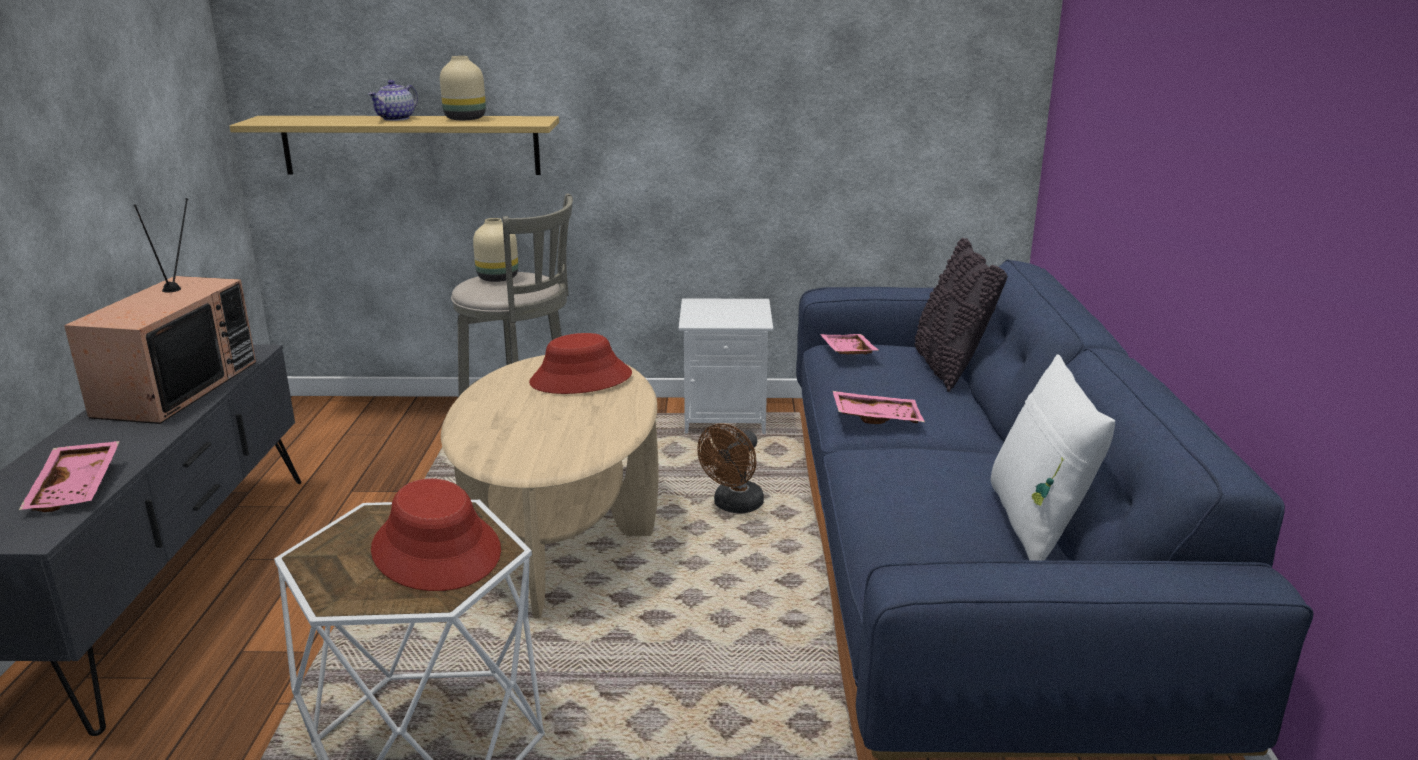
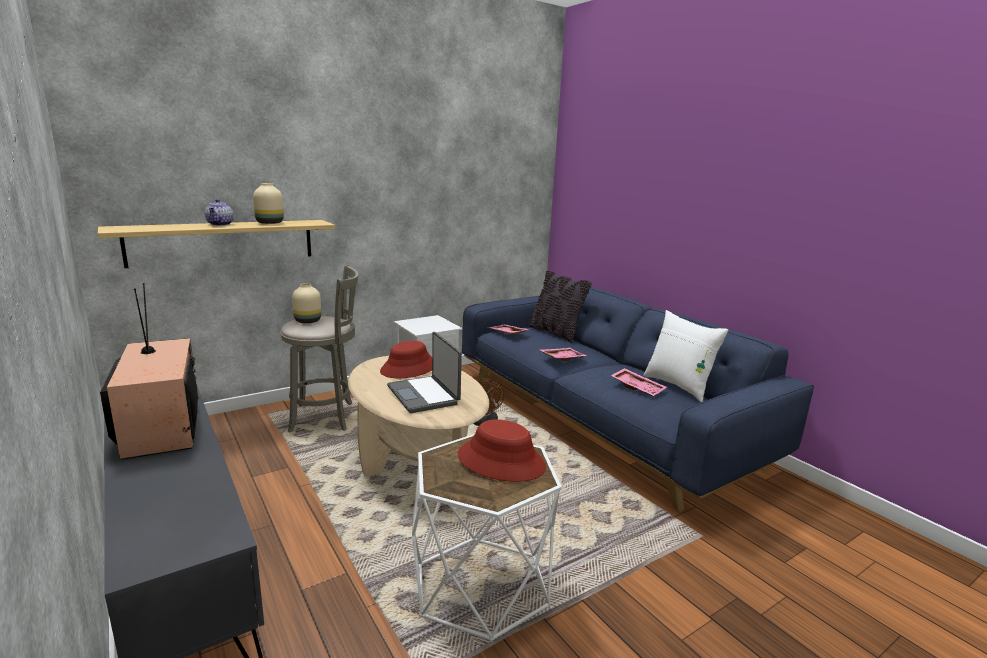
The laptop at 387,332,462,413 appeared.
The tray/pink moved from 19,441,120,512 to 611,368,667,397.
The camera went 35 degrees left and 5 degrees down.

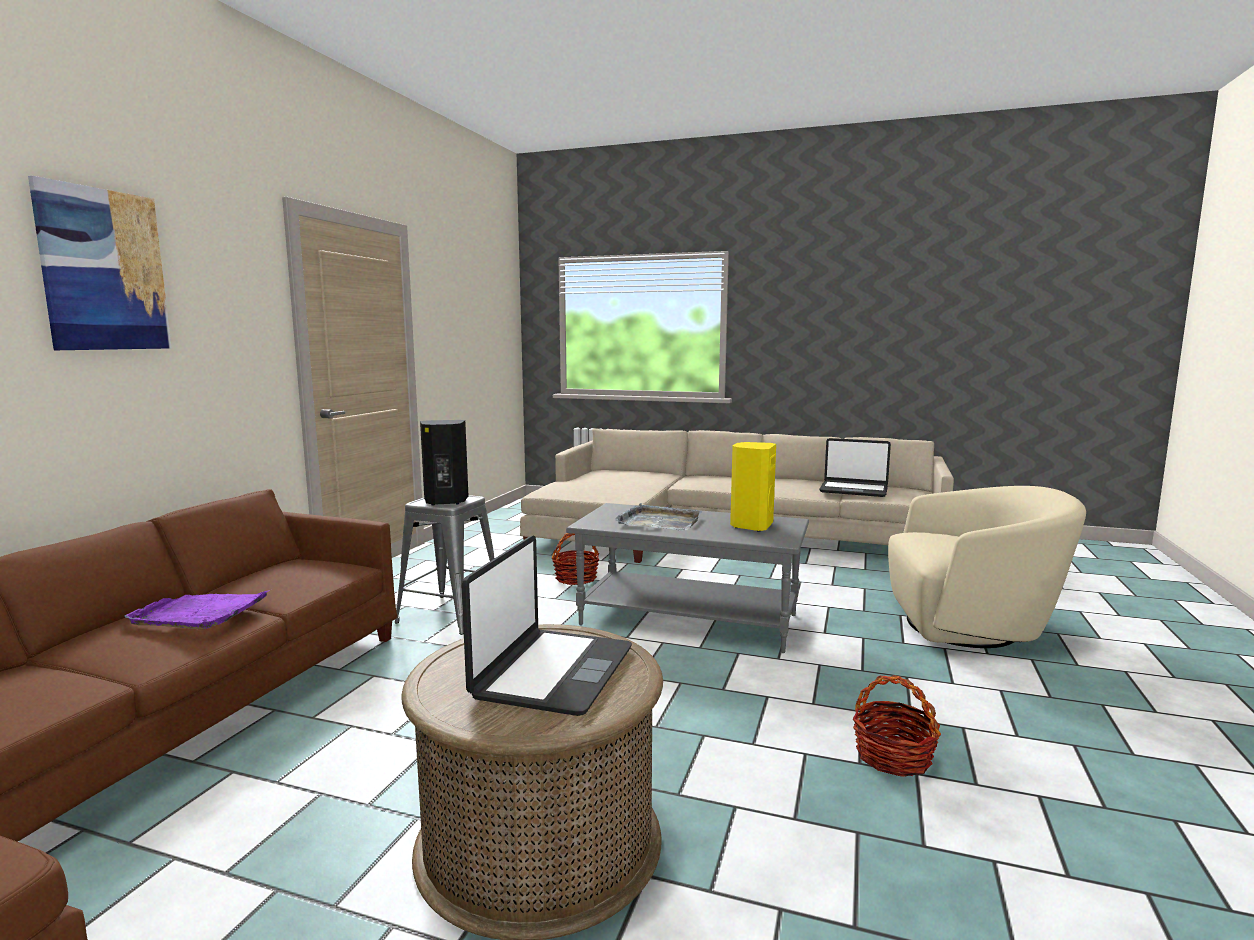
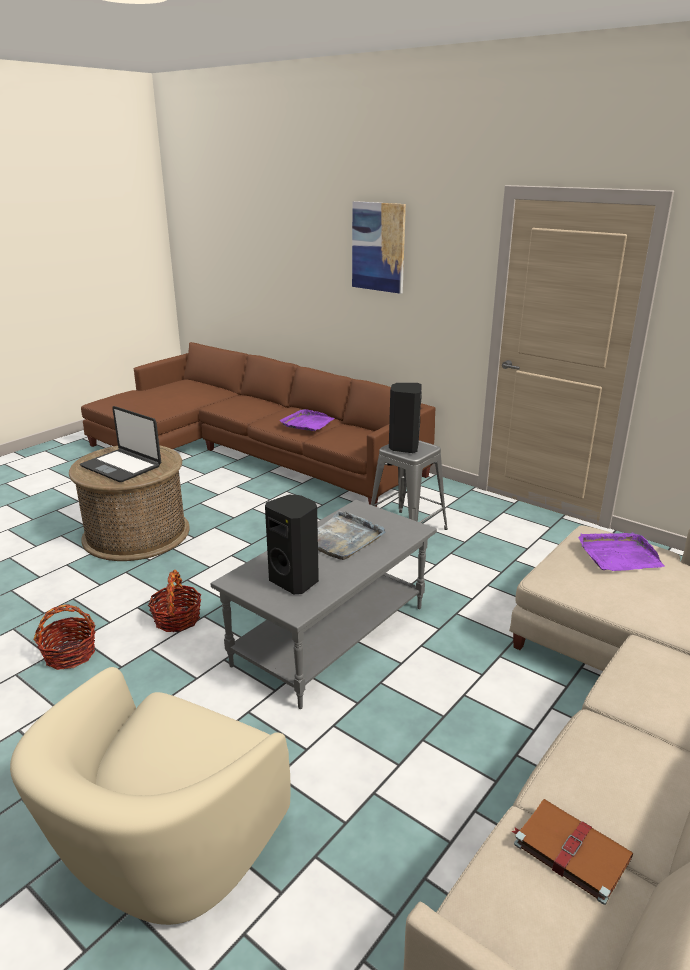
The basket moved from 552,533,600,585 to 148,570,201,632.
The speaker/yellow at 730,442,776,532 became the speaker/black at 265,495,319,594.
The laptop at 819,438,891,497 was replaced by the book/brown at 511,799,633,905.
The tray/purple at 578,533,665,571 appeared.
The camera went 110 degrees right and 15 degrees up.

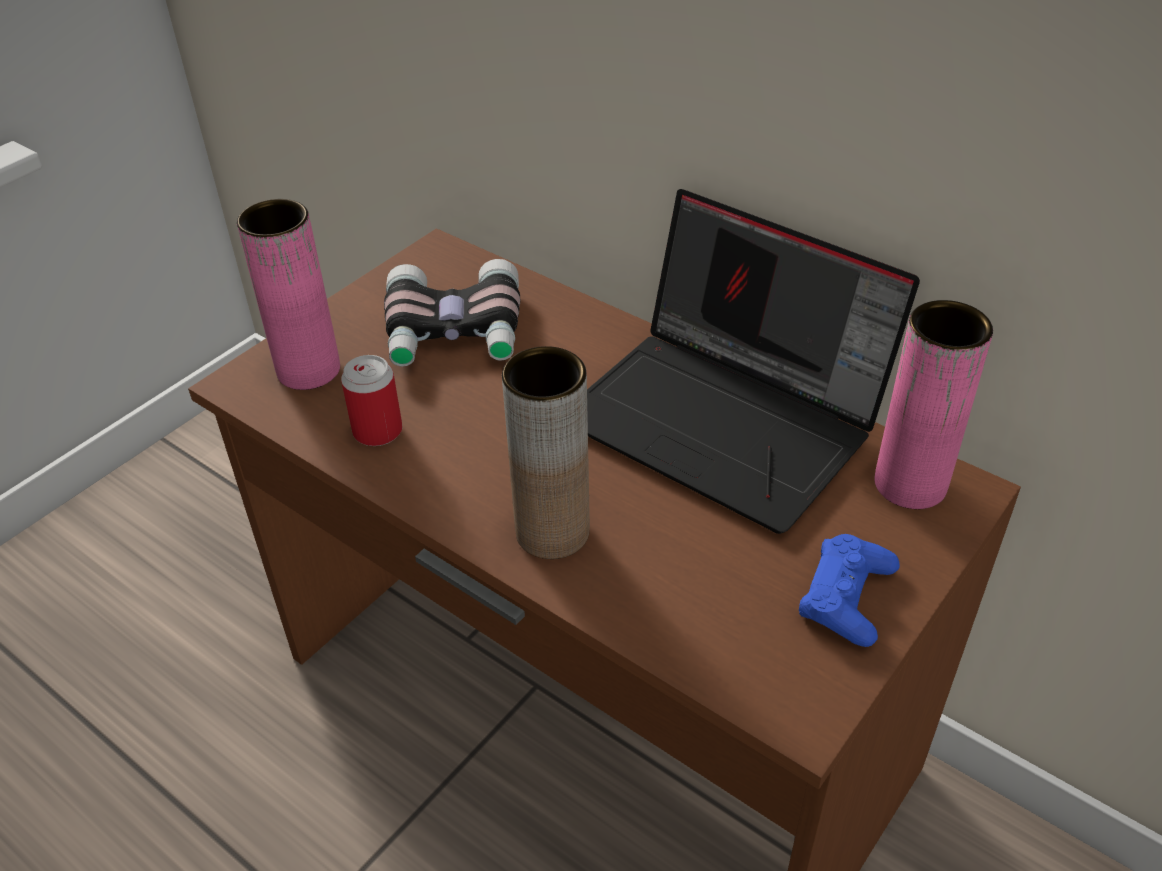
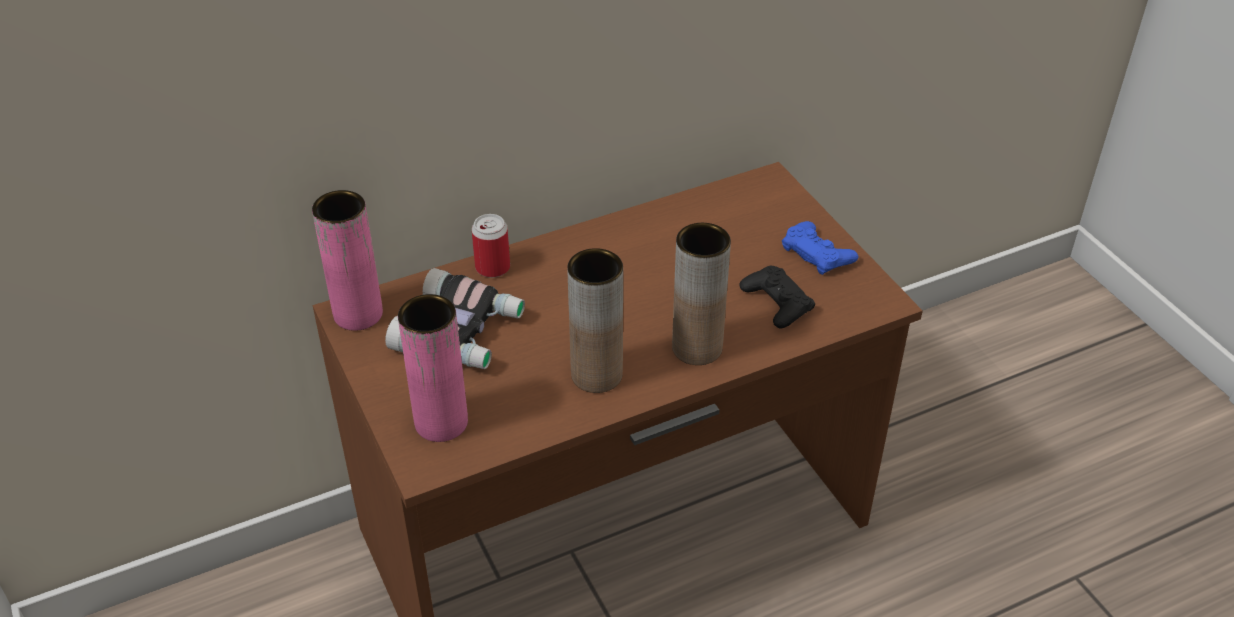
The vase/pink moved from 874,300,993,509 to 312,190,383,331.
The can moved from 341,355,402,446 to 472,214,510,278.
The vase/brown at 567,248,623,393 appeared.
The game controller/black at 740,266,815,329 appeared.
The laptop at 587,189,920,534 disappeared.
The camera went 65 degrees left and 0 degrees up.

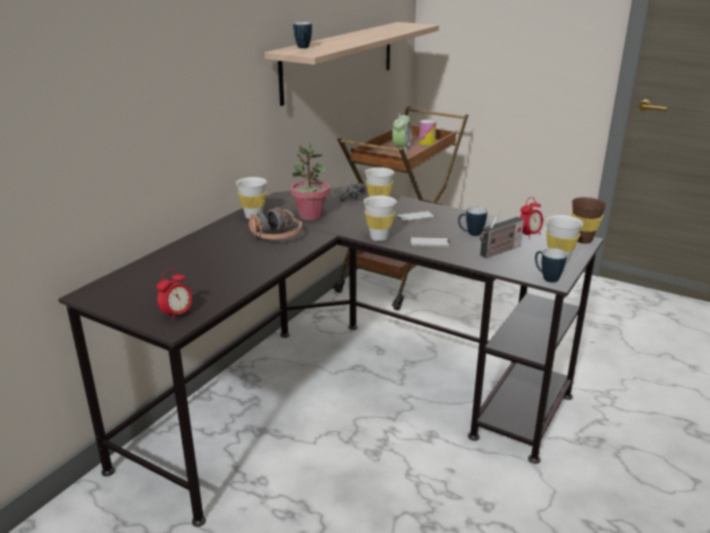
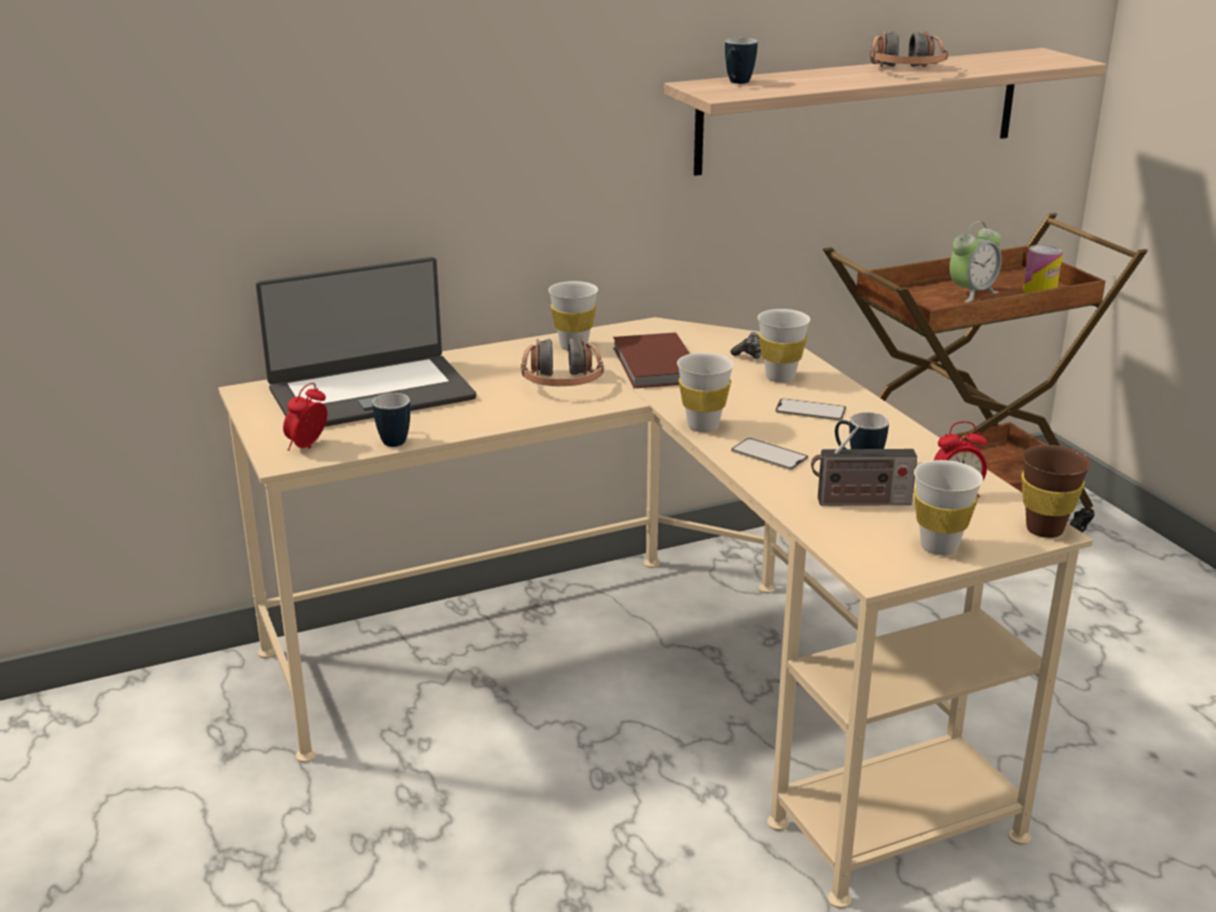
The desk/black at 58,186,604,527 became the desk/beige at 218,317,1093,908.
The laptop at 256,257,476,427 appeared.
The alarm clock at 156,268,192,322 turned 135 degrees clockwise.
The mug moved from 535,248,567,283 to 372,393,410,447.
The potted plant at 290,142,329,220 was replaced by the book/brown at 613,333,690,388.
The headphones at 870,31,948,67 appeared.
The camera went 35 degrees right and 0 degrees up.

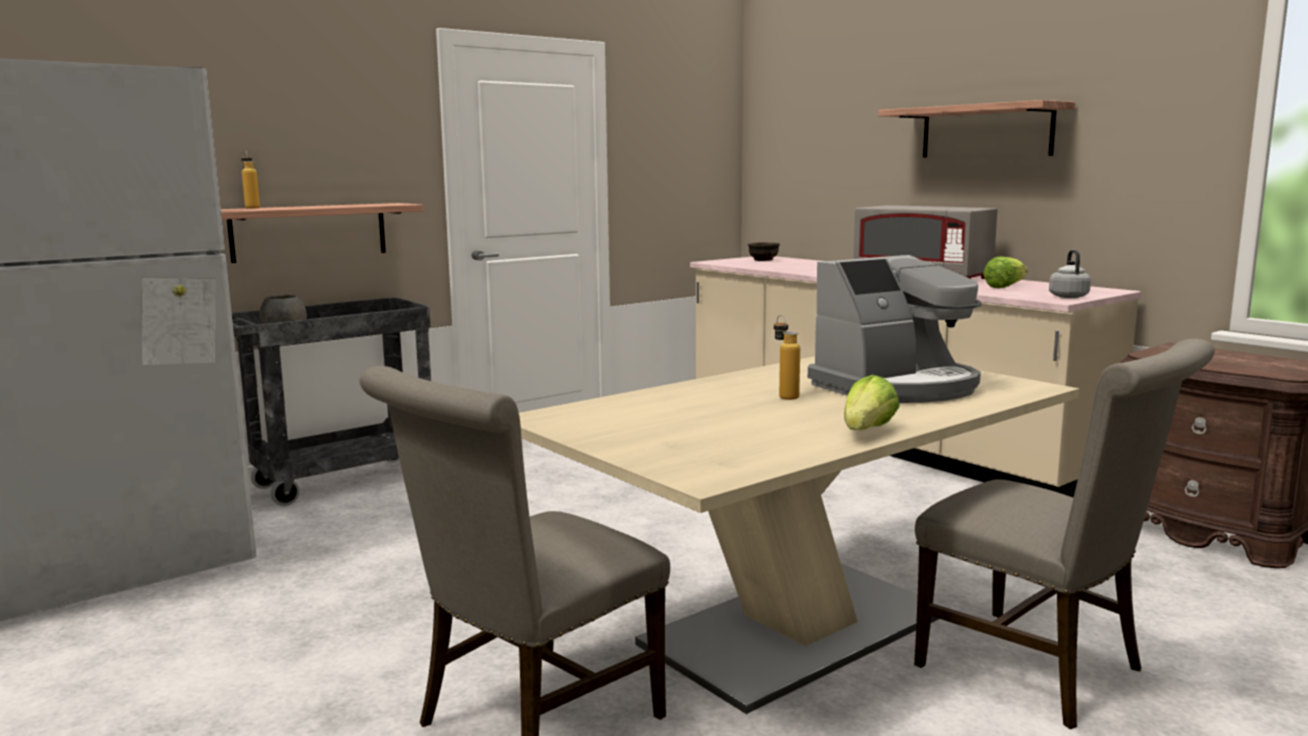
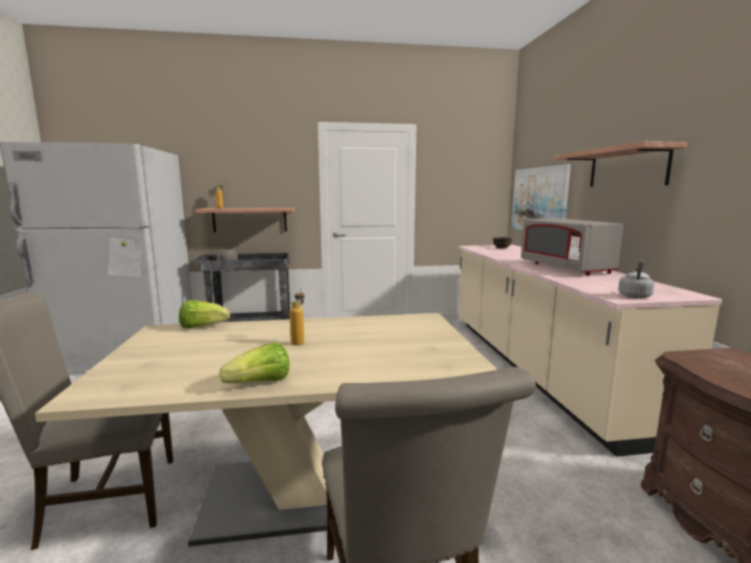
The lettuce moved from 983,257,1028,288 to 179,300,230,328.
The picture at 512,164,571,230 appeared.
The coffee machine at 808,255,982,403 disappeared.
The camera went 30 degrees right and 0 degrees up.

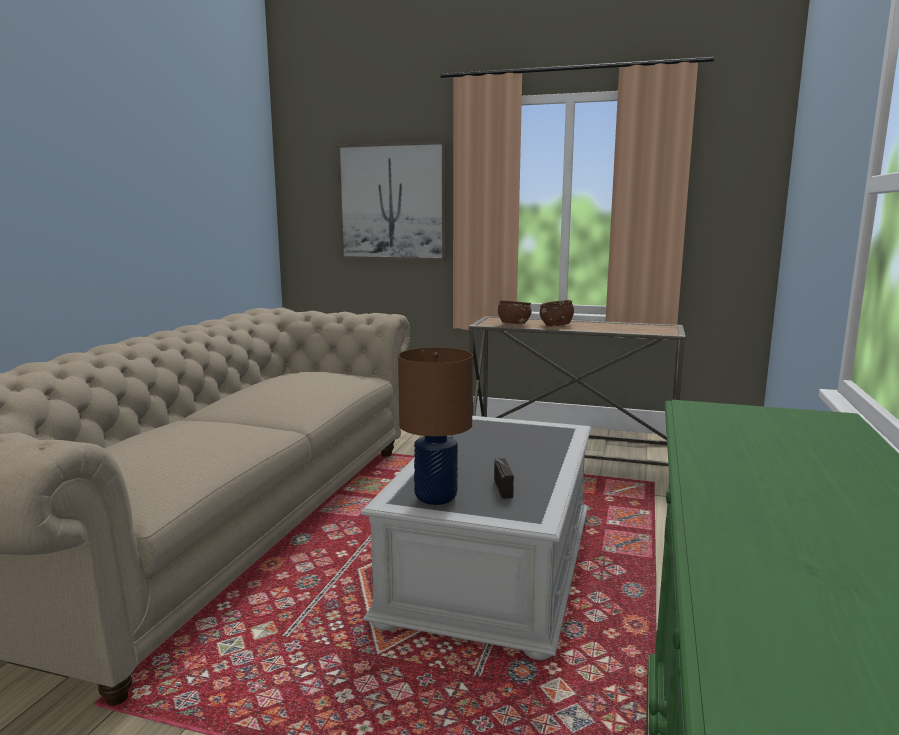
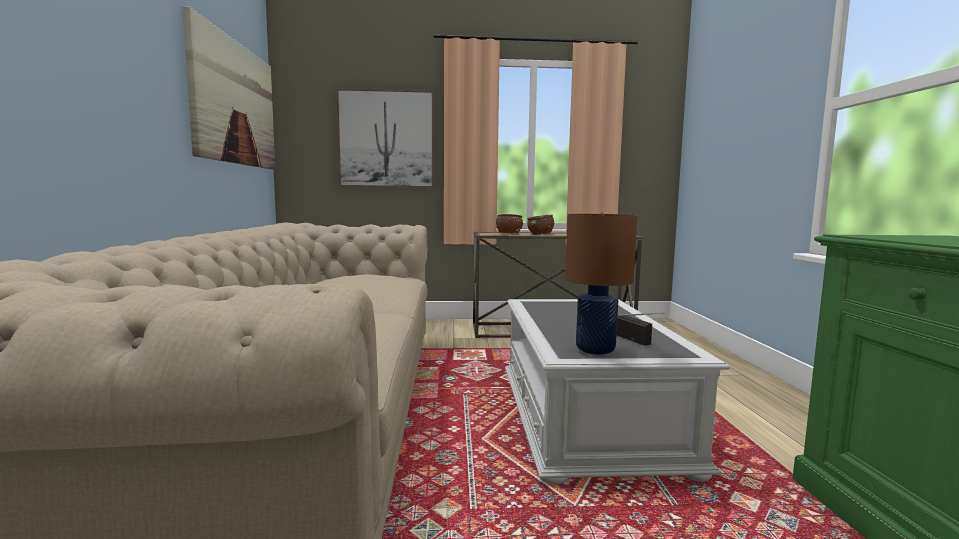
The picture at 182,6,275,169 appeared.
The camera went 20 degrees left and 5 degrees down.

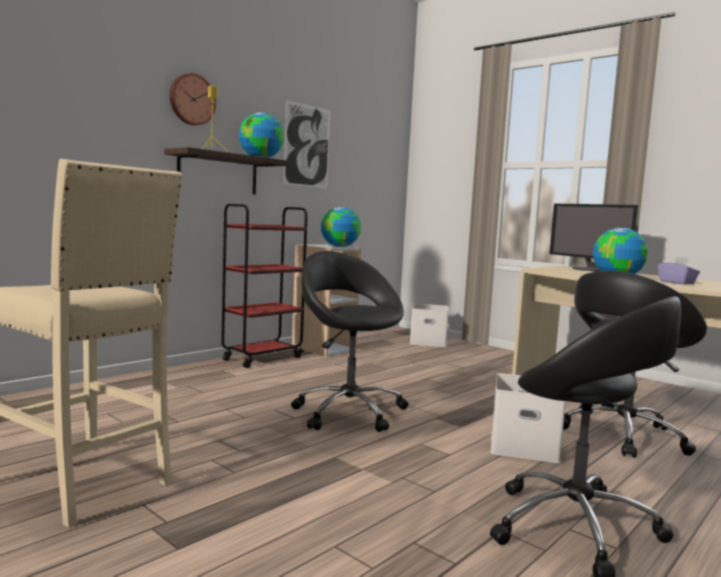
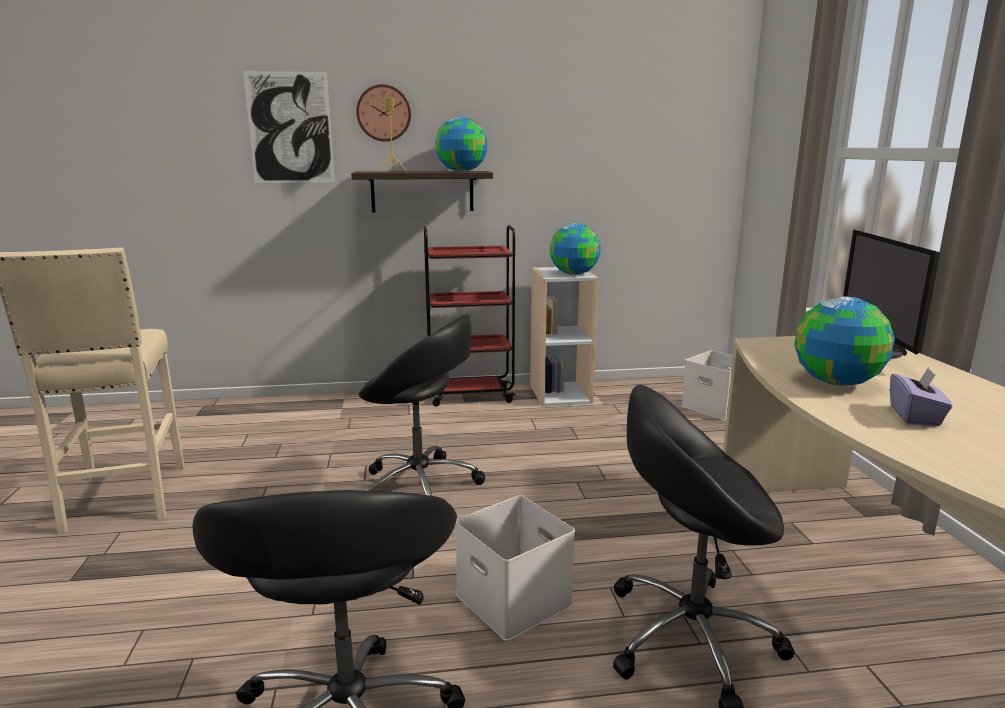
The picture moved from 283,100,331,188 to 243,71,335,183.
The office chair/black at 291,251,409,432 turned 120 degrees clockwise.
The camera went 40 degrees right and 10 degrees up.

